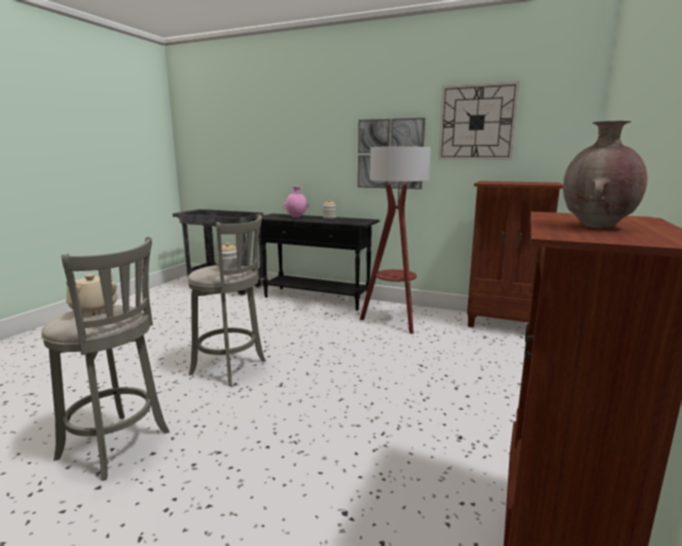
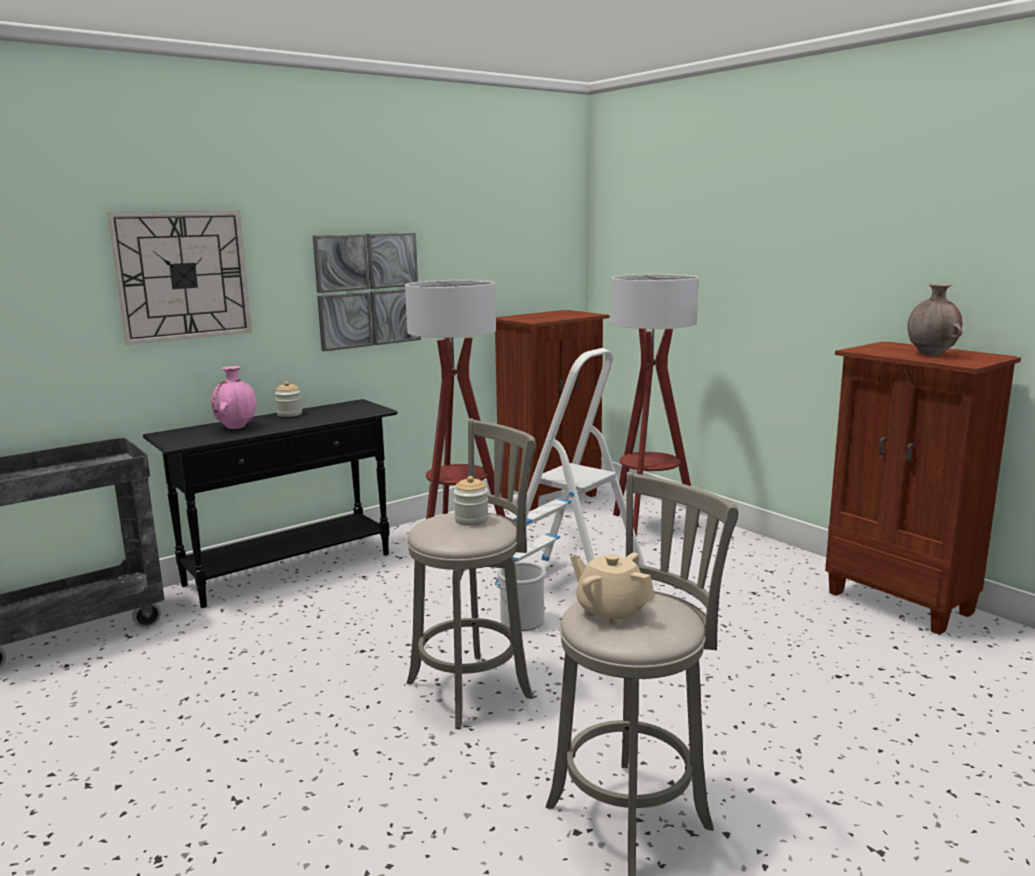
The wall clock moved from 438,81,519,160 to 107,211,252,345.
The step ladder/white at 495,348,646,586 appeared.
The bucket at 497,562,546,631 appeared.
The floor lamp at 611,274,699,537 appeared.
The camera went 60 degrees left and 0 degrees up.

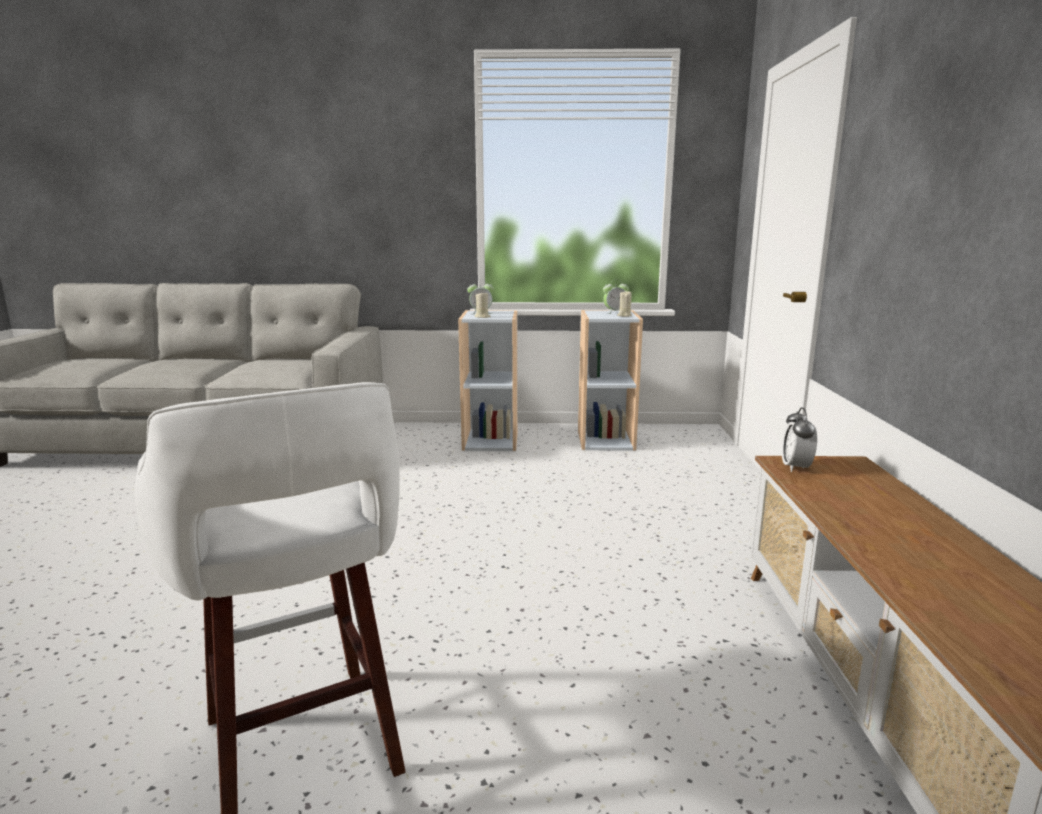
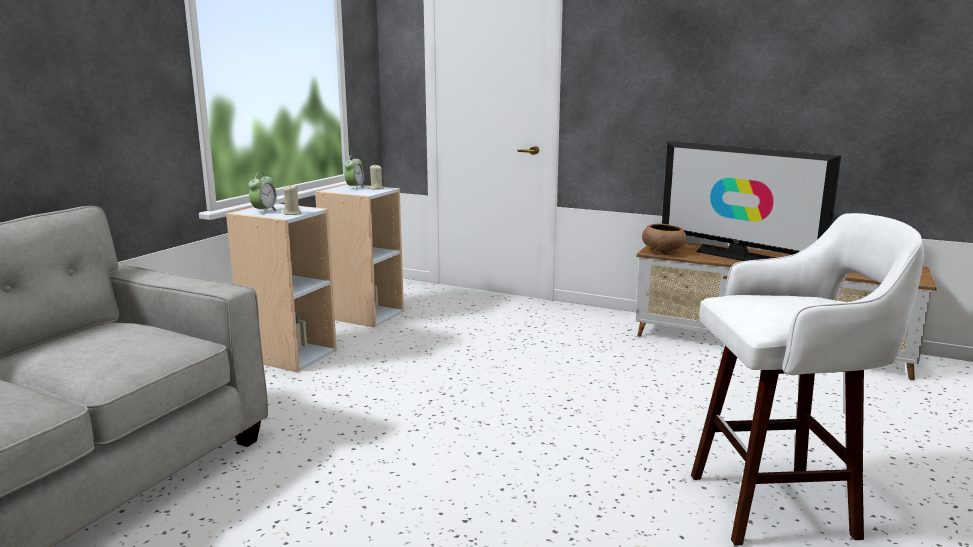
The alarm clock at 782,407,817,472 was replaced by the bowl/brown at 642,224,687,255.
The television at 662,141,841,261 appeared.
The camera went 65 degrees left and 0 degrees up.

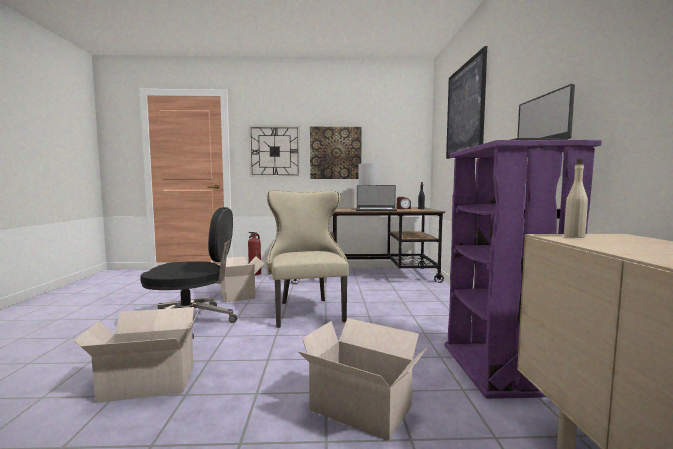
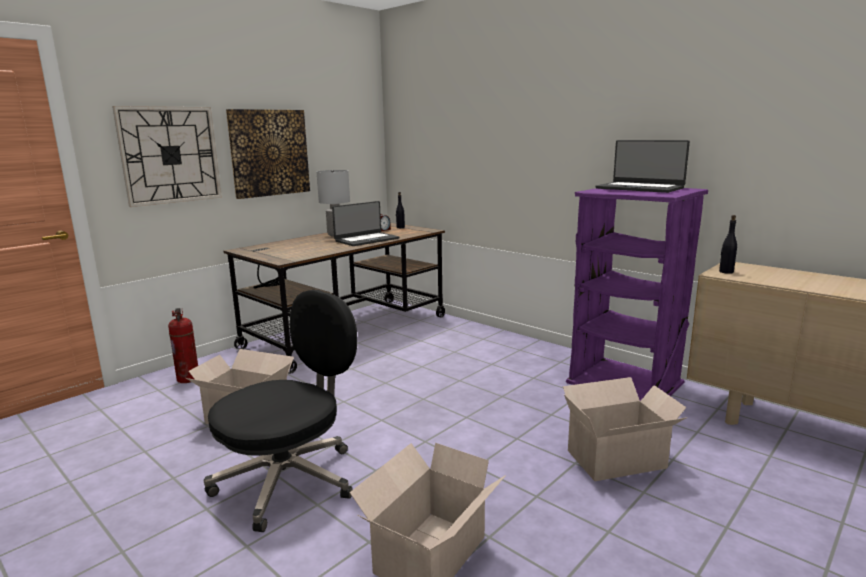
The bottle/beige at 564,158,588,238 became the bottle/black at 719,215,737,274.
The chair/beige at 266,190,349,328 disappeared.
The picture at 446,46,487,159 disappeared.
The camera went 45 degrees left and 10 degrees up.

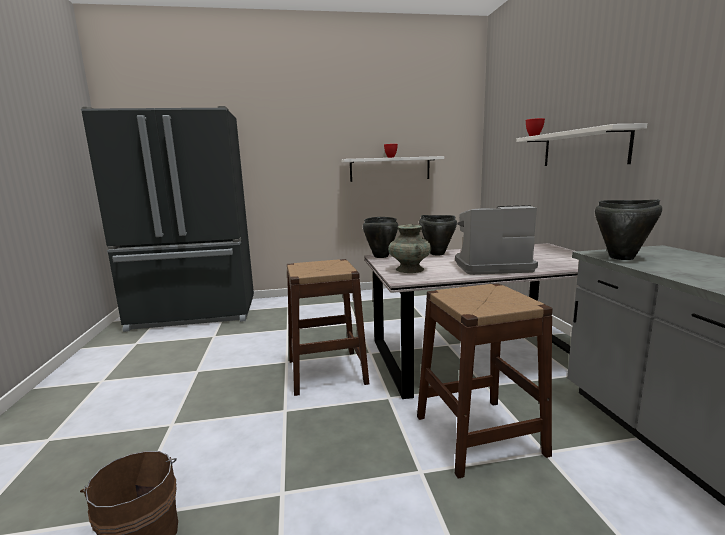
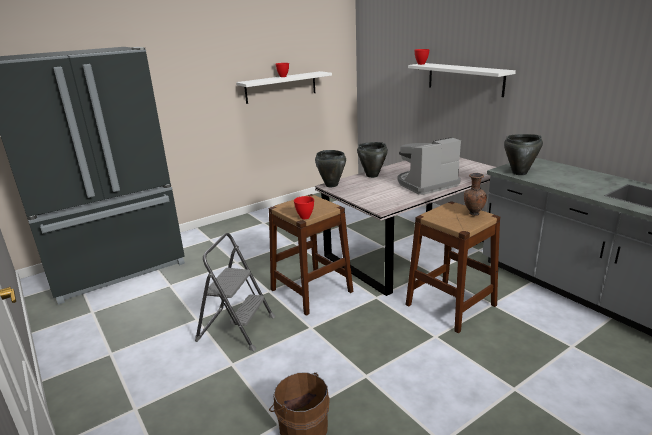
The step ladder/grey at 195,233,276,351 appeared.
The bowl/red at 294,196,314,219 appeared.
The vase/brown at 464,173,487,216 appeared.
The vase/turquoise at 388,224,431,273 disappeared.
The camera went 25 degrees left and 10 degrees up.

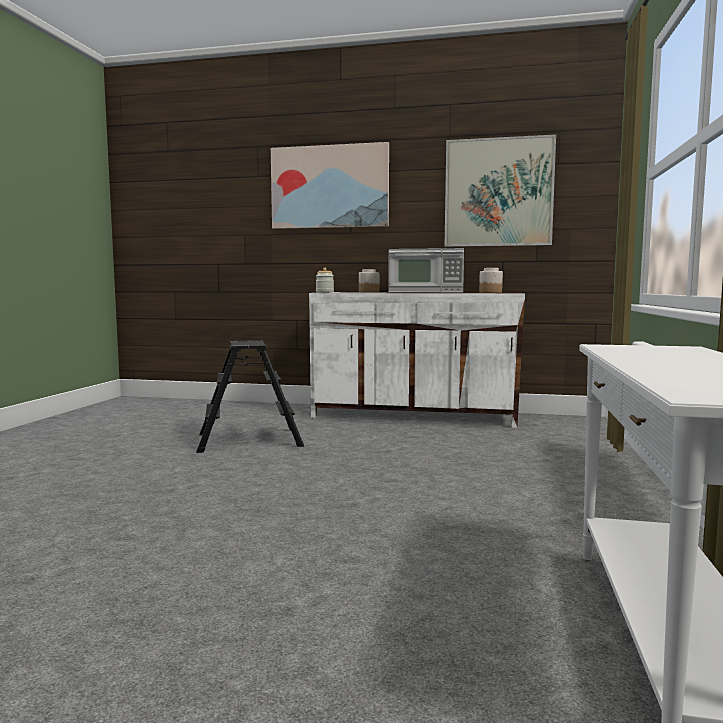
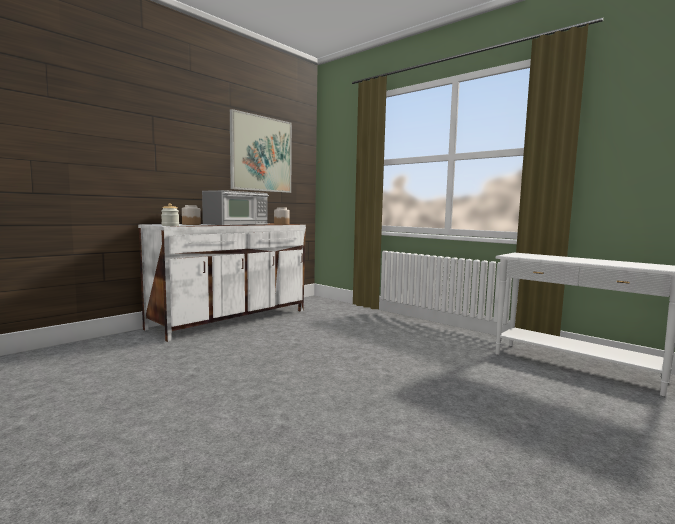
The step ladder/black at 196,340,304,453 disappeared.
The picture at 271,142,389,229 disappeared.
The camera went 60 degrees left and 0 degrees up.

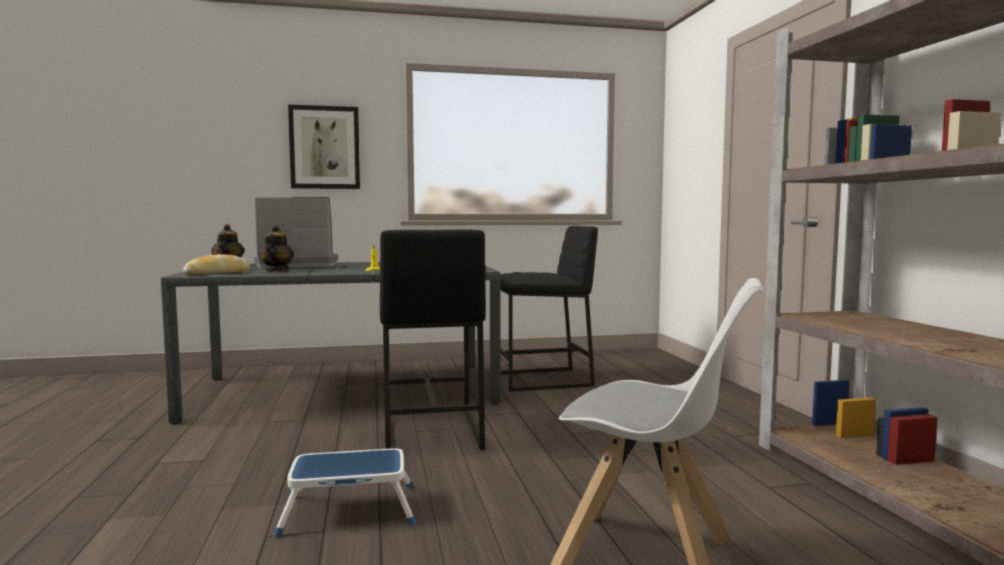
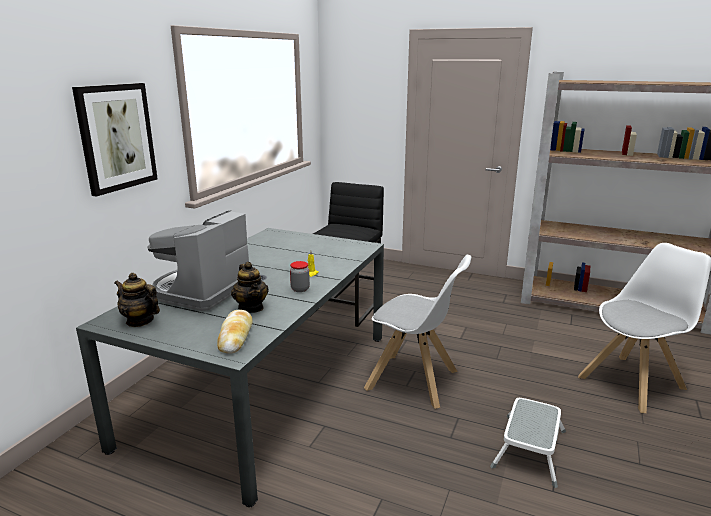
The teapot at 259,225,294,271 turned 150 degrees counterclockwise.
The jar at 290,261,310,292 appeared.
The stool/black at 380,229,486,450 was replaced by the chair at 364,255,471,409.
The step ladder/blue at 273,448,417,538 became the step ladder/grey at 490,398,566,488.
The camera went 55 degrees left and 15 degrees up.

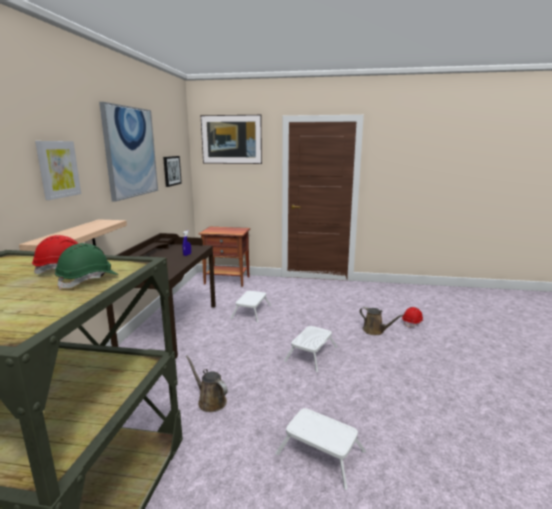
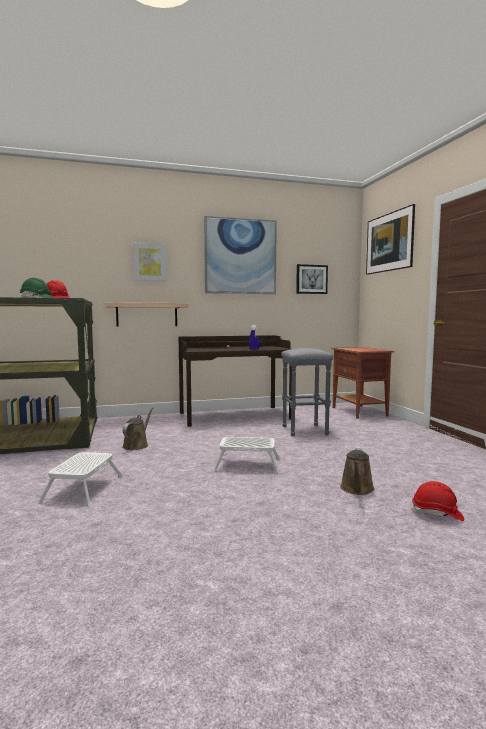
The step ladder/white at 231,291,271,323 was replaced by the stool/grey at 281,348,333,436.
The camera went 65 degrees right and 10 degrees down.

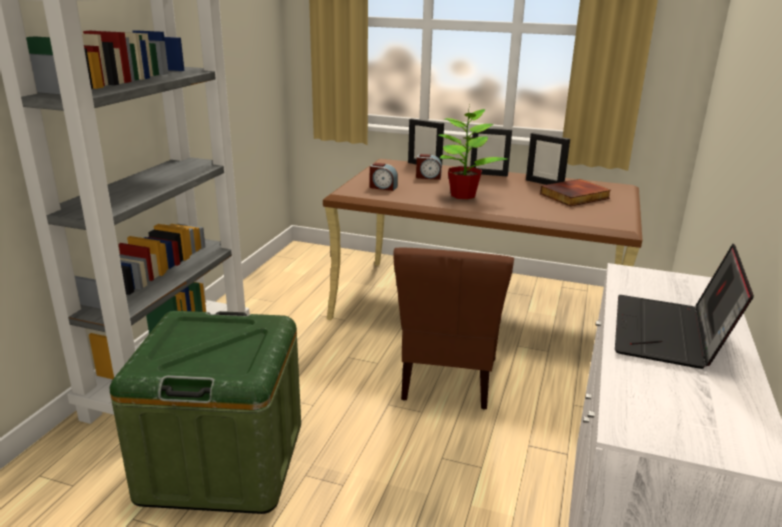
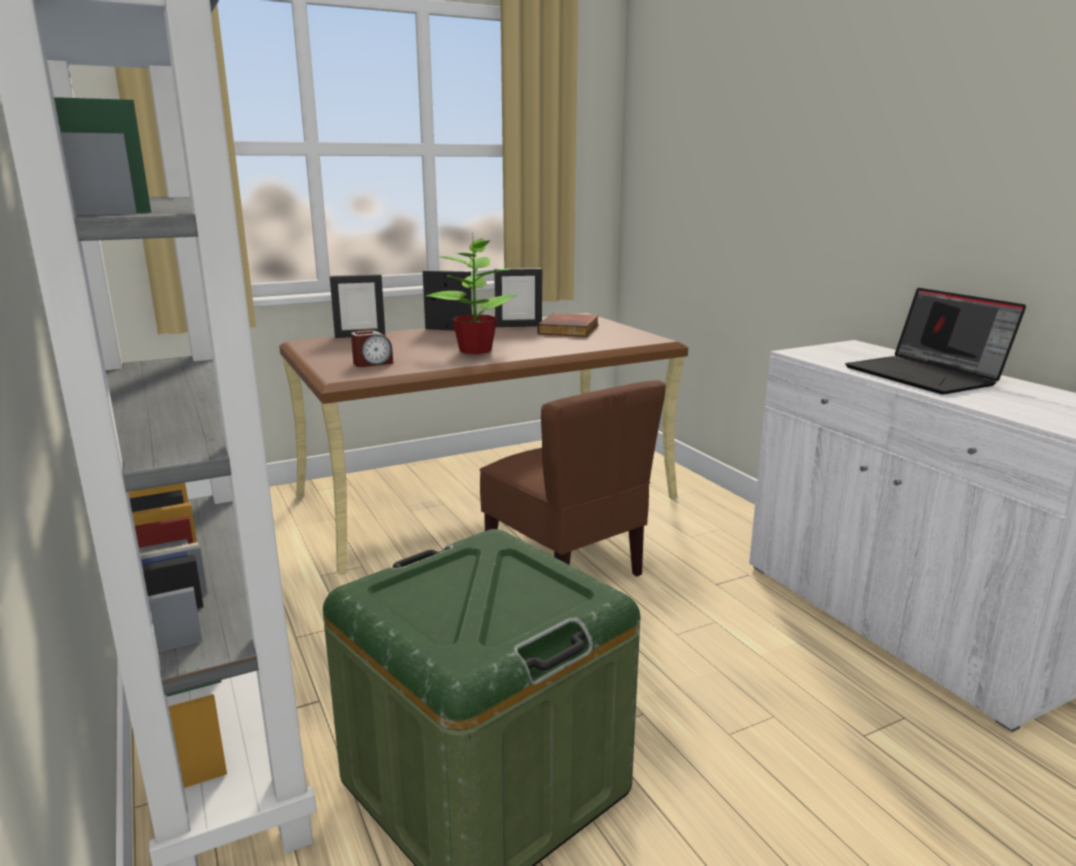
The picture frame at 470,128,512,177 turned 135 degrees counterclockwise.
The alarm clock at 416,154,442,180 disappeared.
The camera went 45 degrees left and 5 degrees down.

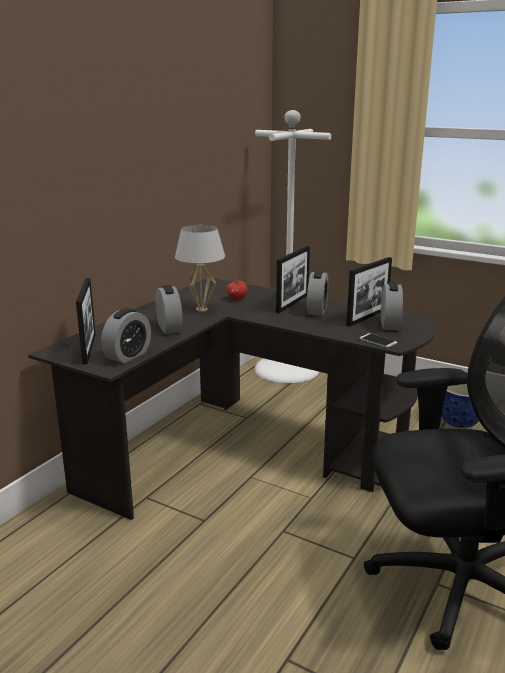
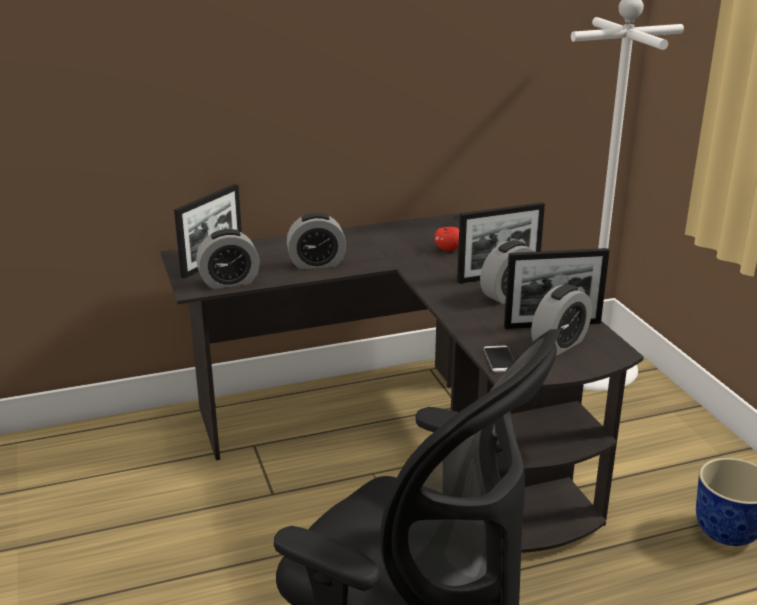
The alarm clock at 155,285,183,334 turned 60 degrees clockwise.
The table lamp/white at 175,225,225,312 disappeared.
The camera went 40 degrees right and 5 degrees up.

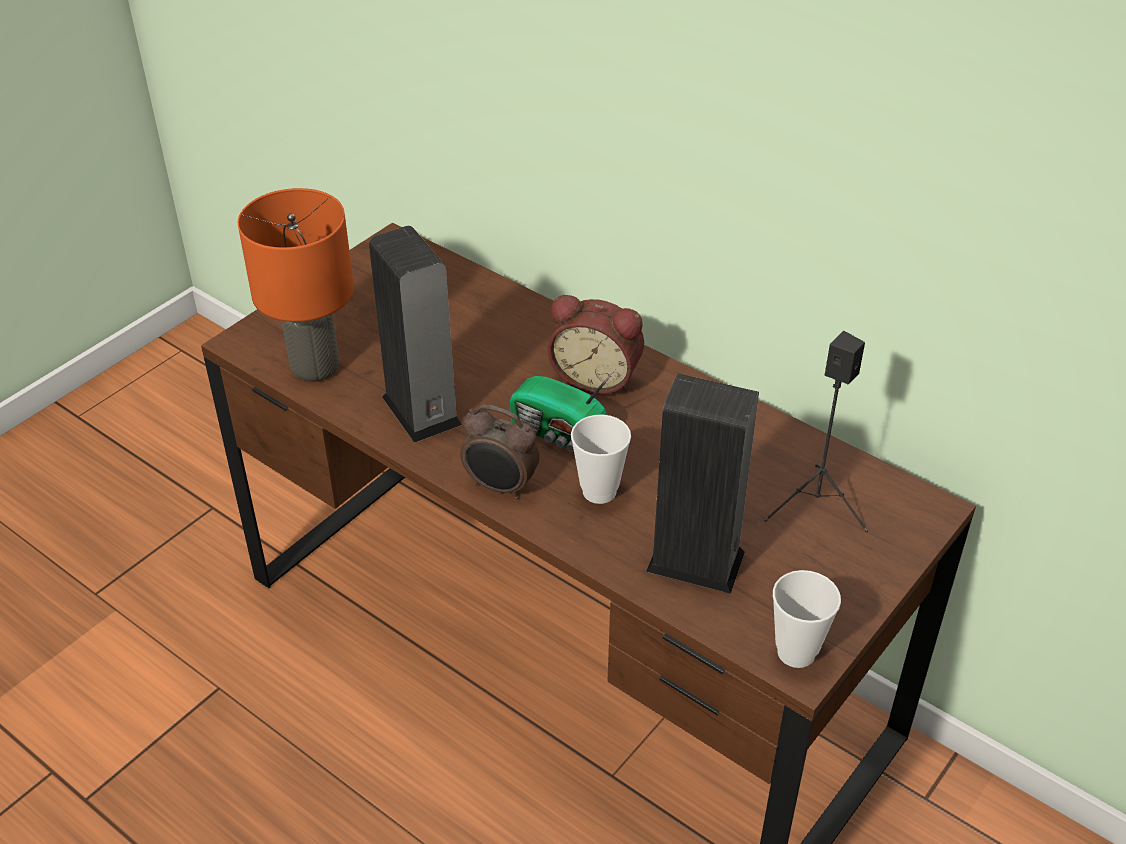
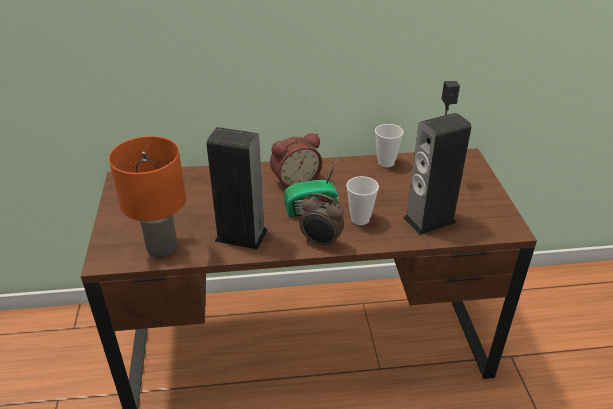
The alarm clock at 460,405,539,499 turned 45 degrees clockwise.
The cup moved from 773,570,841,668 to 375,124,404,167.
The camera went 45 degrees left and 5 degrees down.

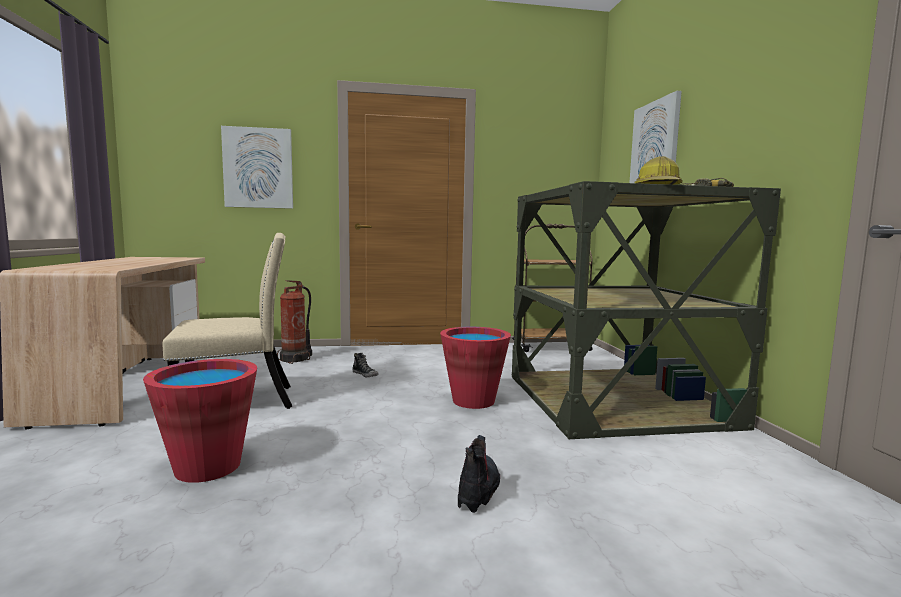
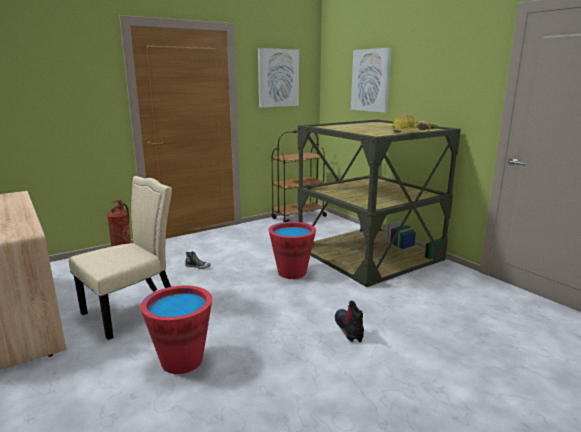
The picture moved from 221,126,293,209 to 258,48,299,107.
The camera went 25 degrees left and 10 degrees up.

